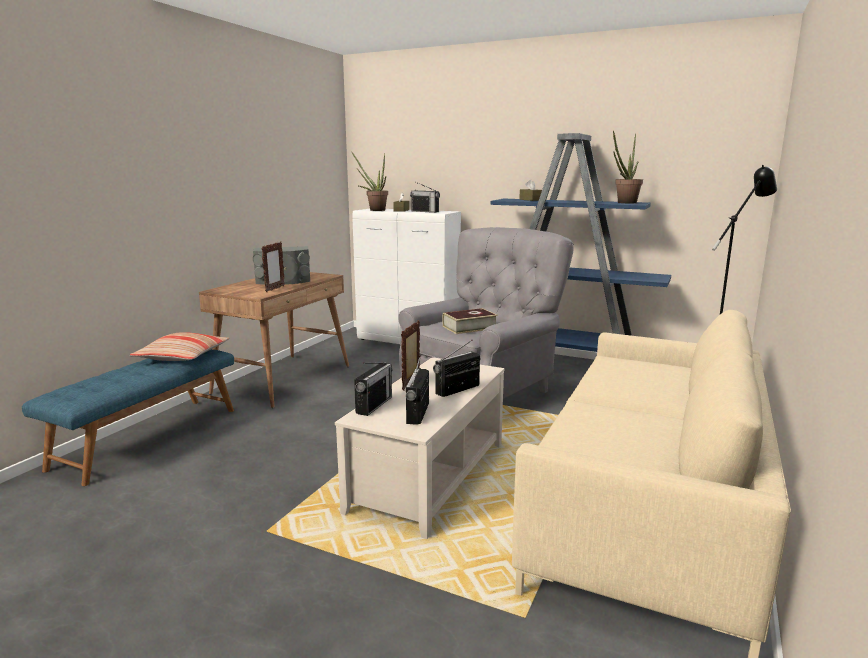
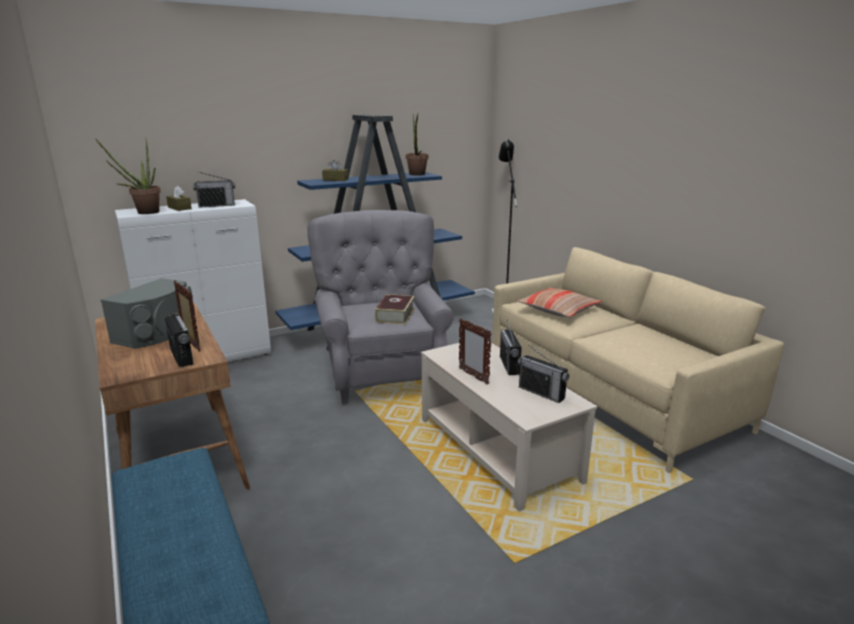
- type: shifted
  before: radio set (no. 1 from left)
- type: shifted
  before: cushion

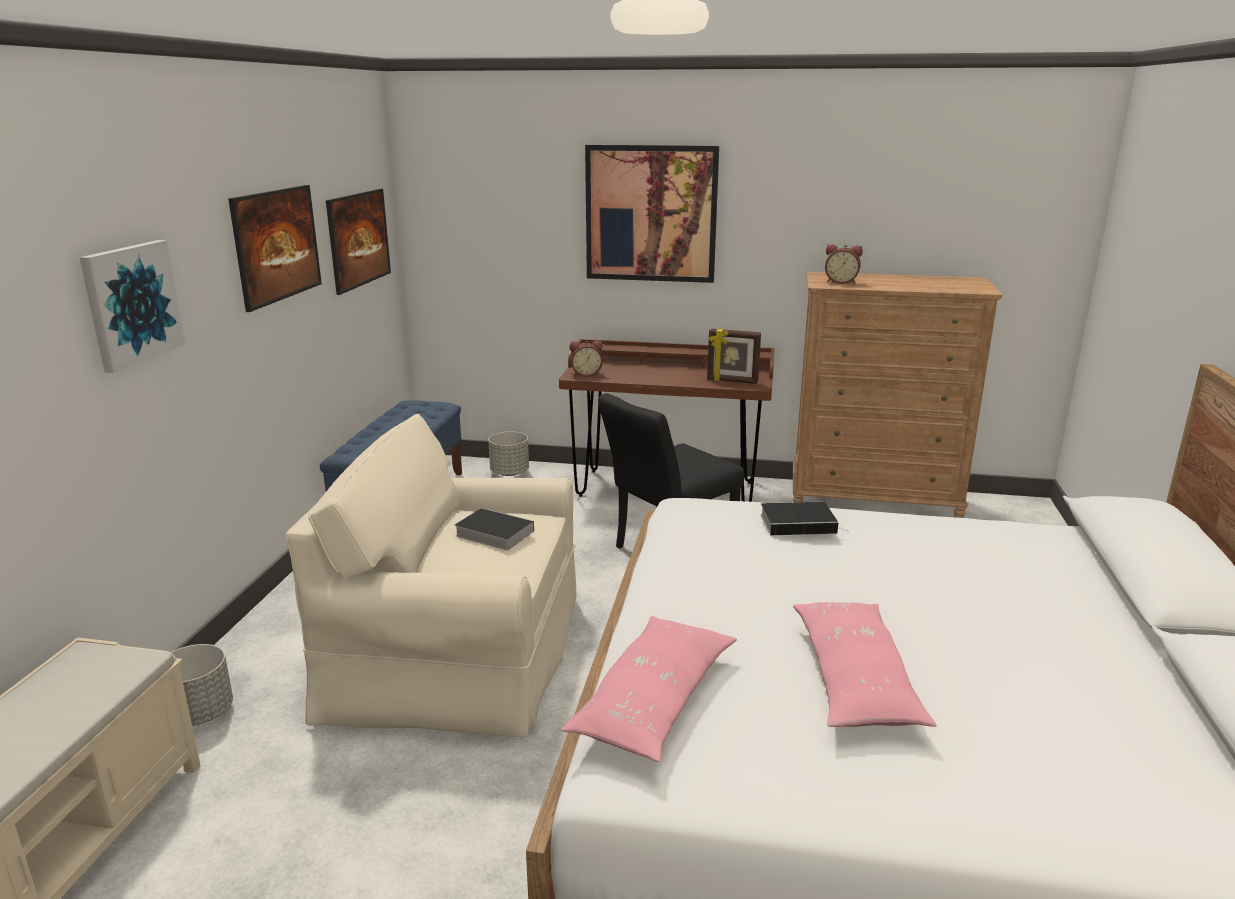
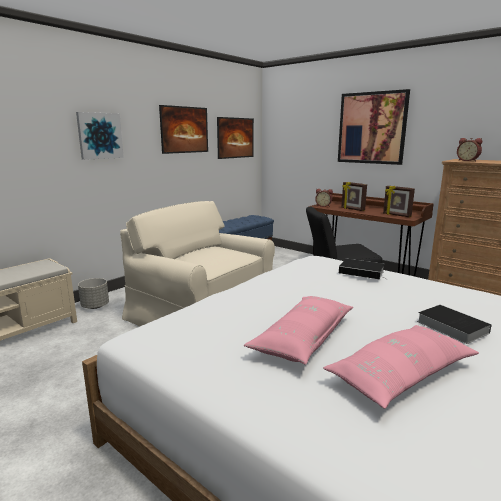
- type: shifted
  before: pinkish cushion (no. 1 from left in the first image)
  after: pinkish cushion (no. 2 from left)
- type: new
  after: standing frame (no. 1 from left)
- type: shifted
  before: volume (no. 1 from left in the first image)
  after: volume (no. 2 from left)
- type: gone
  before: gray plant pot (no. 2 from left)

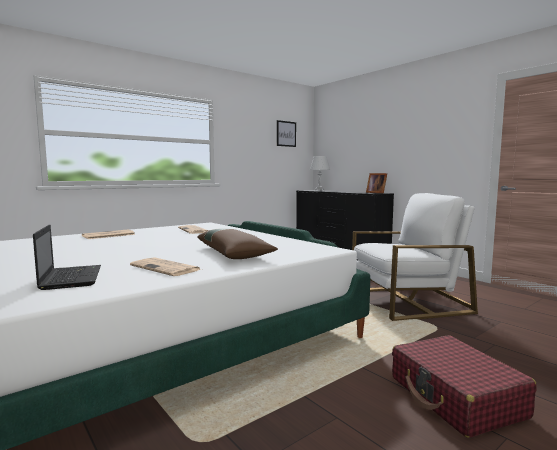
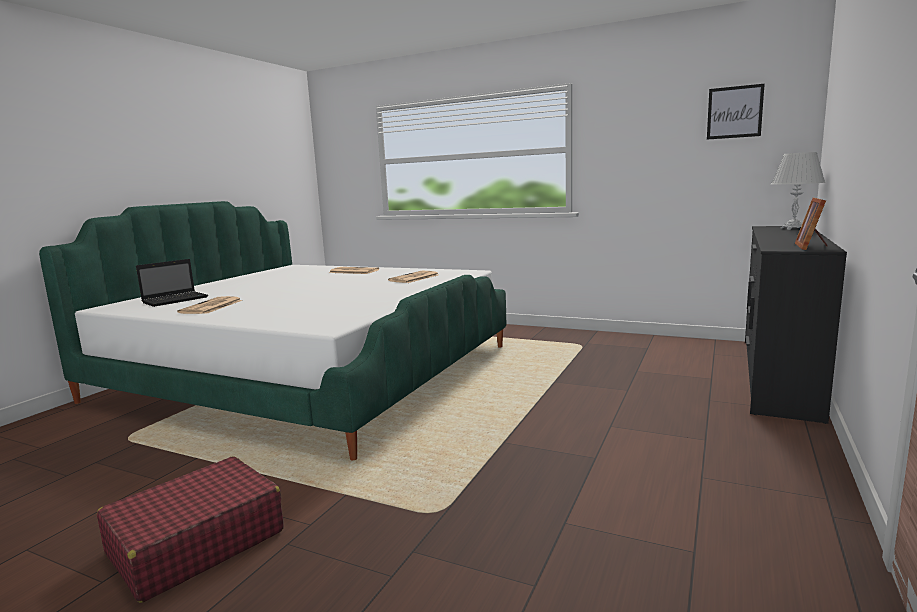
- type: gone
  before: brownish cushion
- type: gone
  before: white easy chair

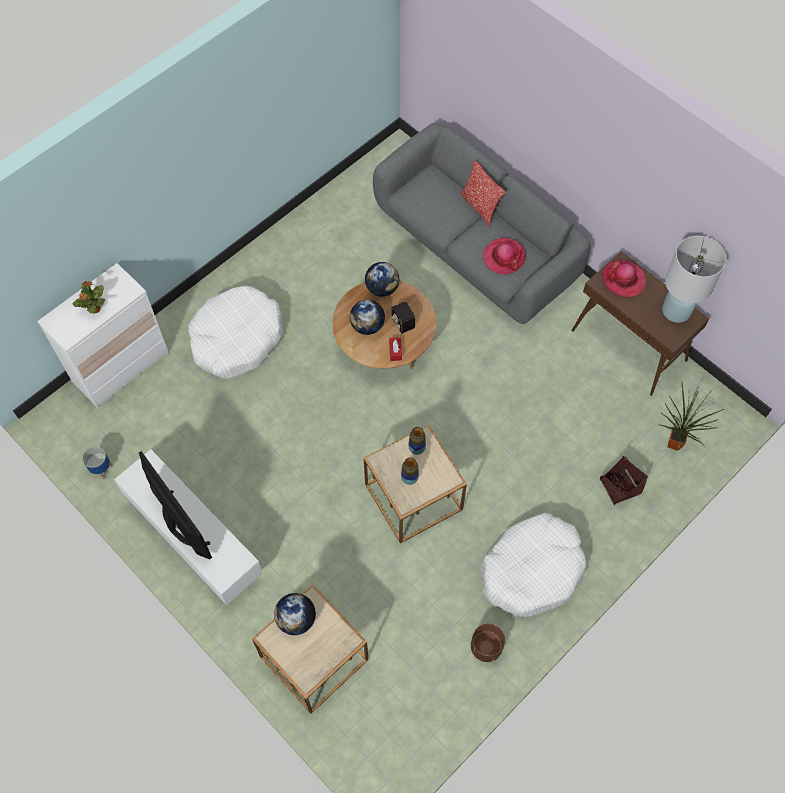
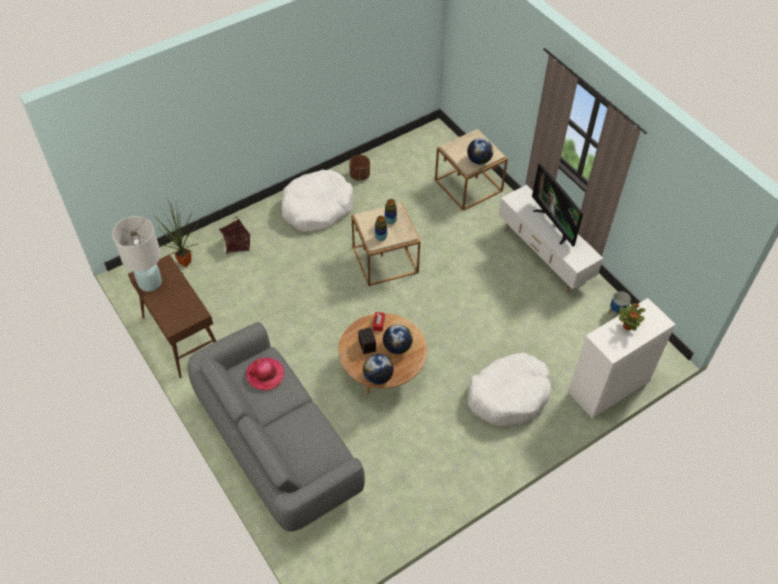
- type: gone
  before: cushion
- type: gone
  before: clothing hat (no. 2 from left)

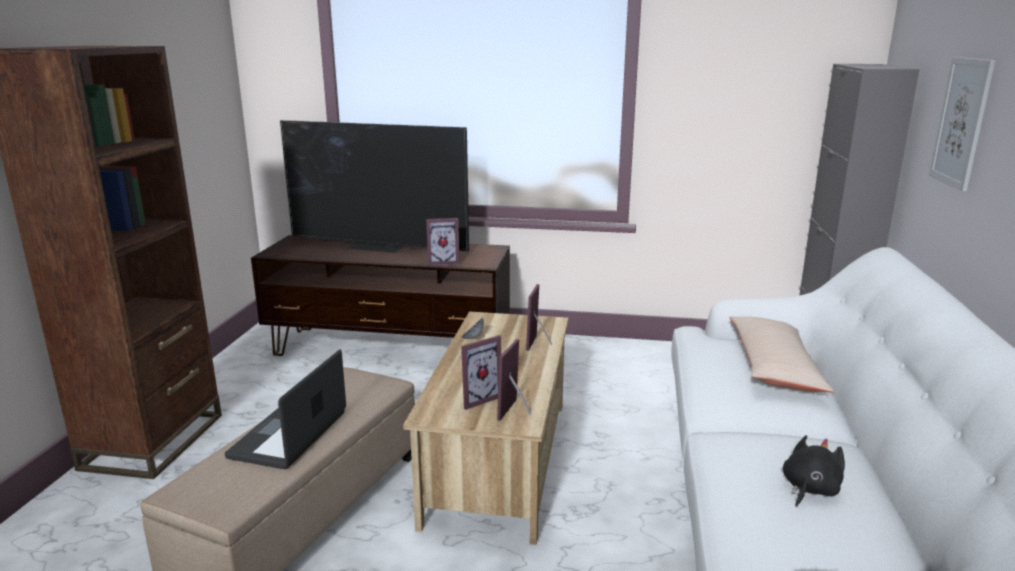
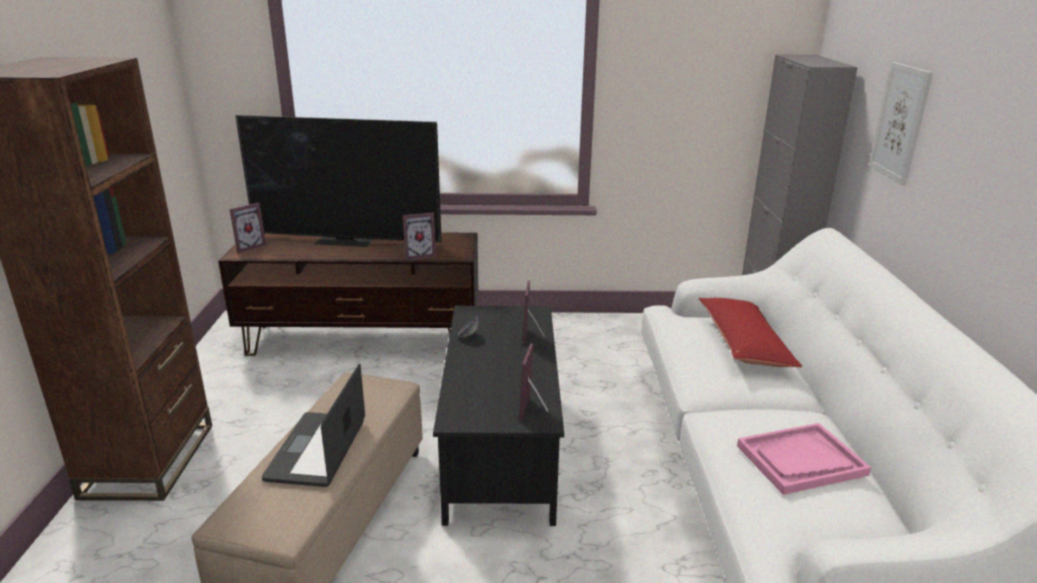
- type: shifted
  before: standing frame (no. 2 from left in the first image)
  after: standing frame (no. 1 from left)
- type: repainted
  before: beige lounge table
  after: blackish lounge table
- type: repainted
  before: beige cushion
  after: red-coloured cushion
- type: swapped
  before: blackish plush toy
  after: pinkish tray

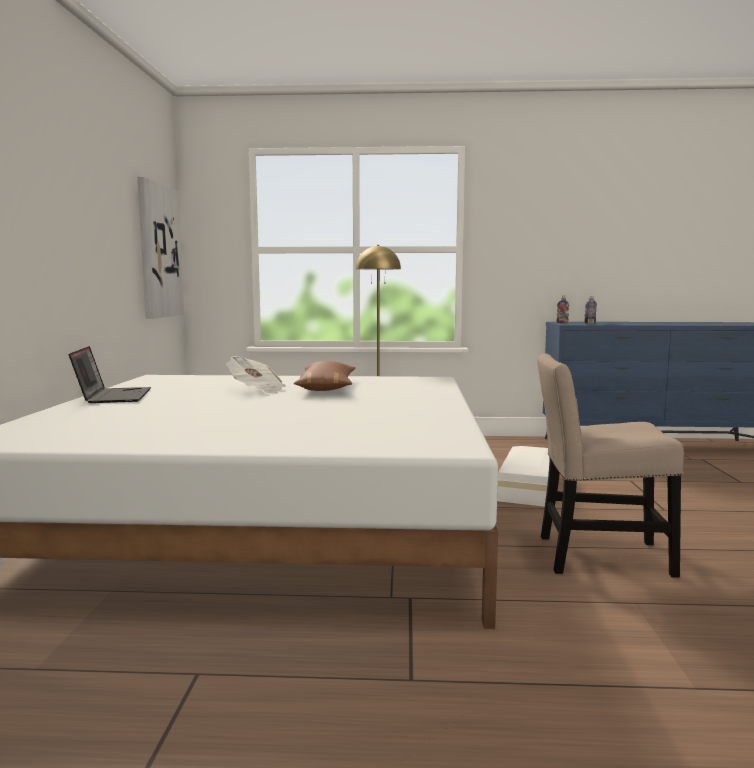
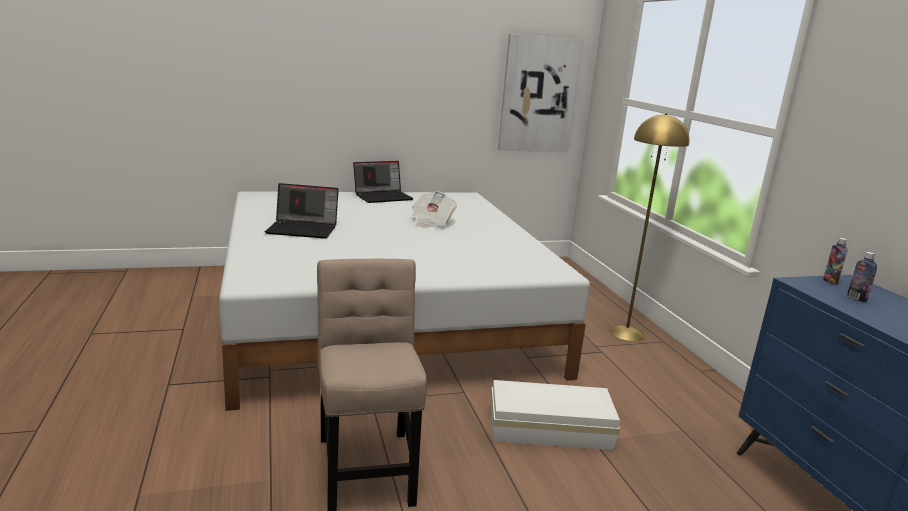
- type: new
  after: portable computer (no. 1 from left)
- type: gone
  before: brownish cushion

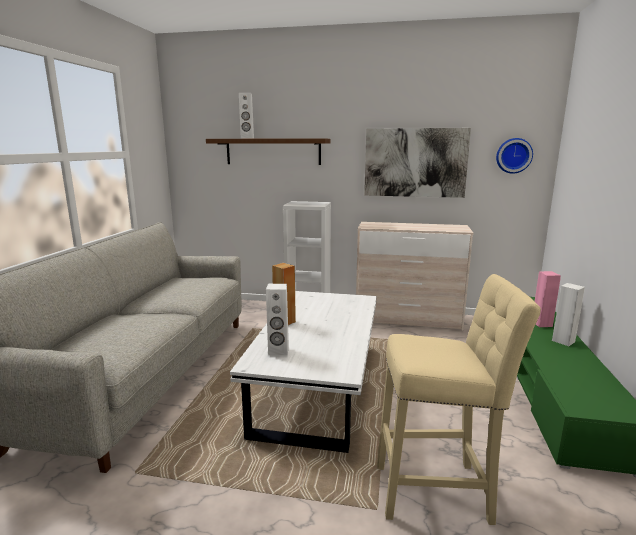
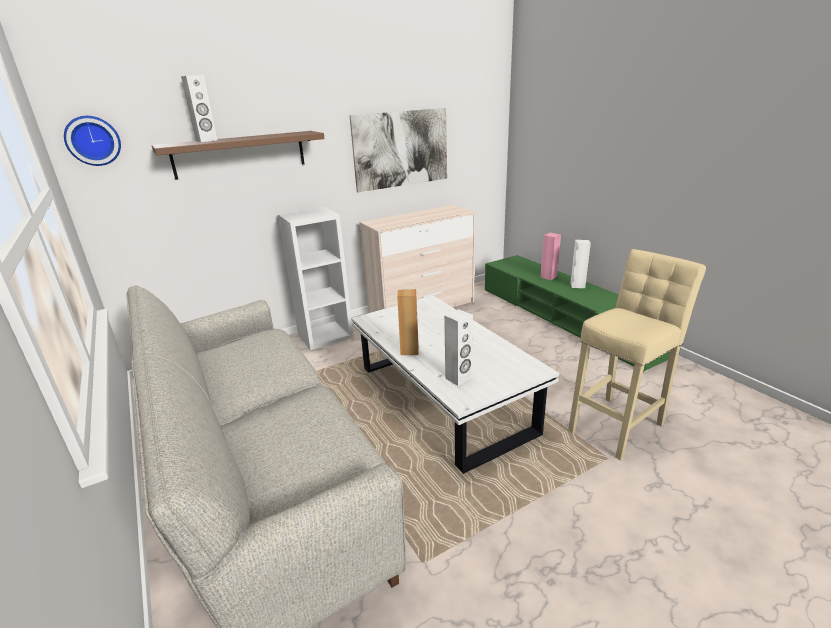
- type: shifted
  before: clock on the wall

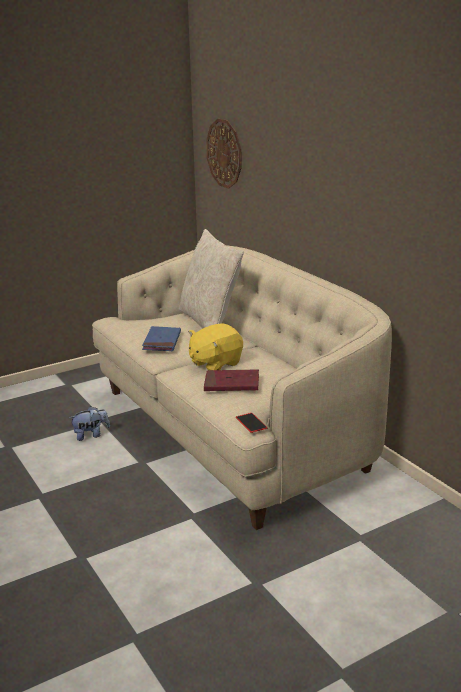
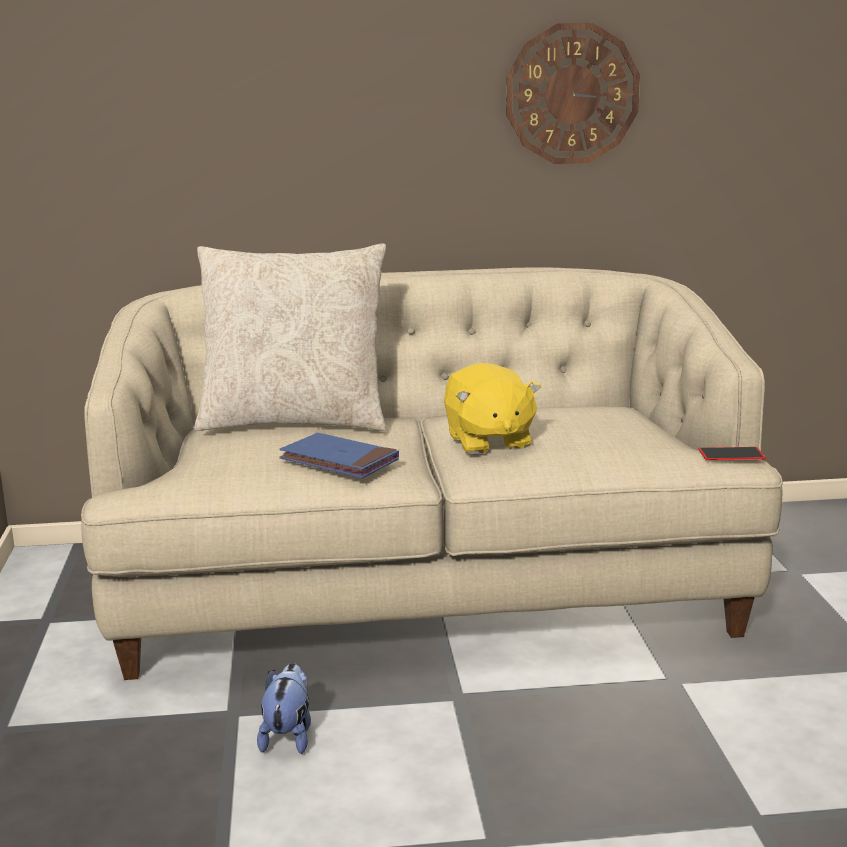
- type: shifted
  before: clock on the wall
- type: gone
  before: red-coloured volume

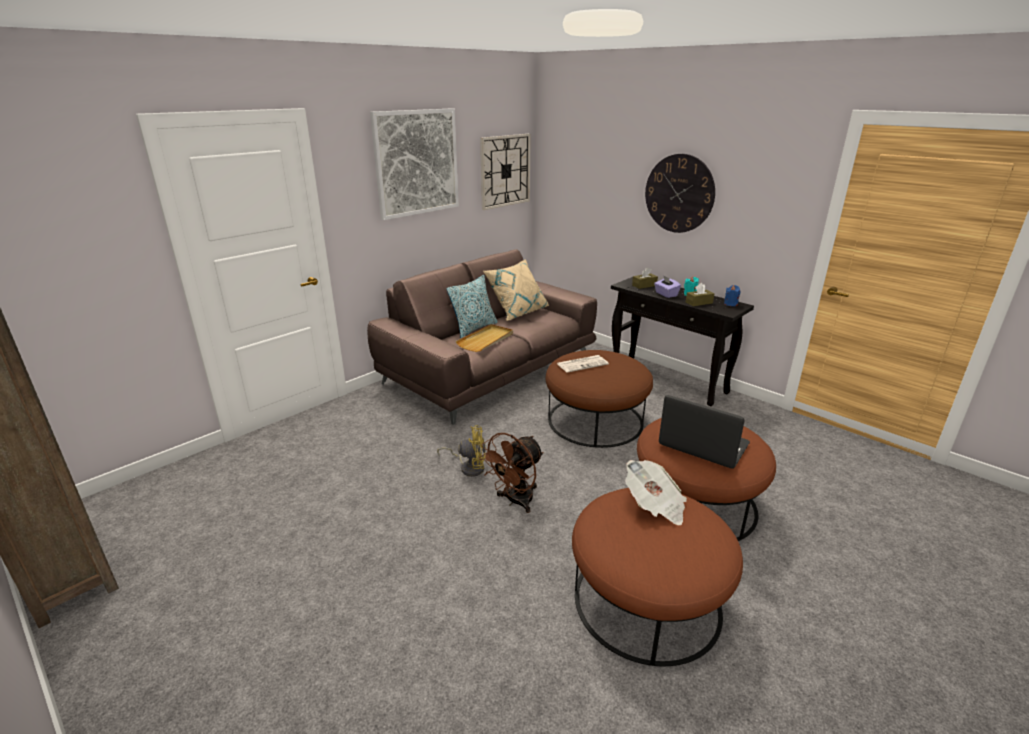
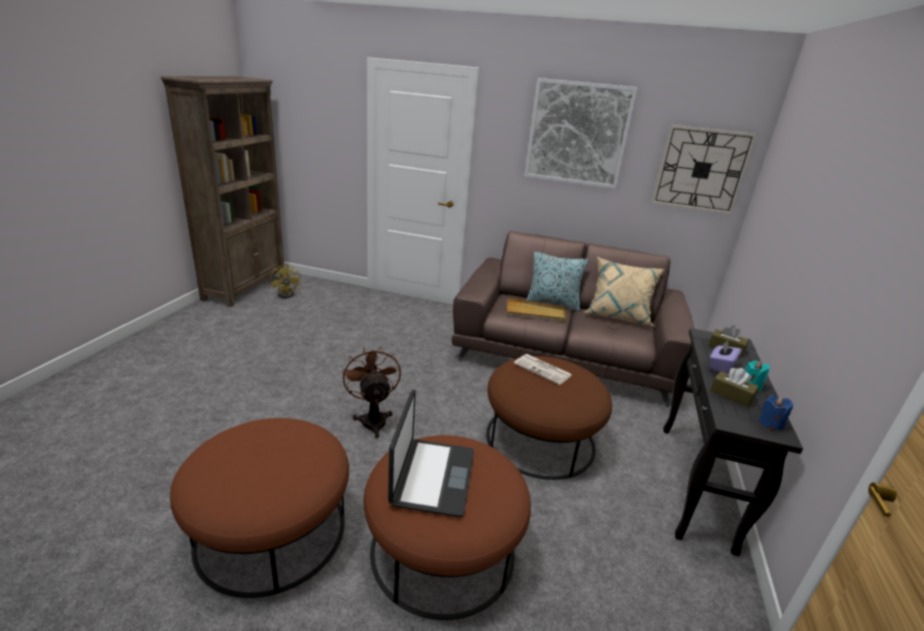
- type: shifted
  before: yellow-coloured cooling fan
- type: rotated
  before: brownish cooling fan
  turn: 60
- type: gone
  before: newspaper (no. 2 from left)
- type: gone
  before: clock on the wall (no. 2 from left)

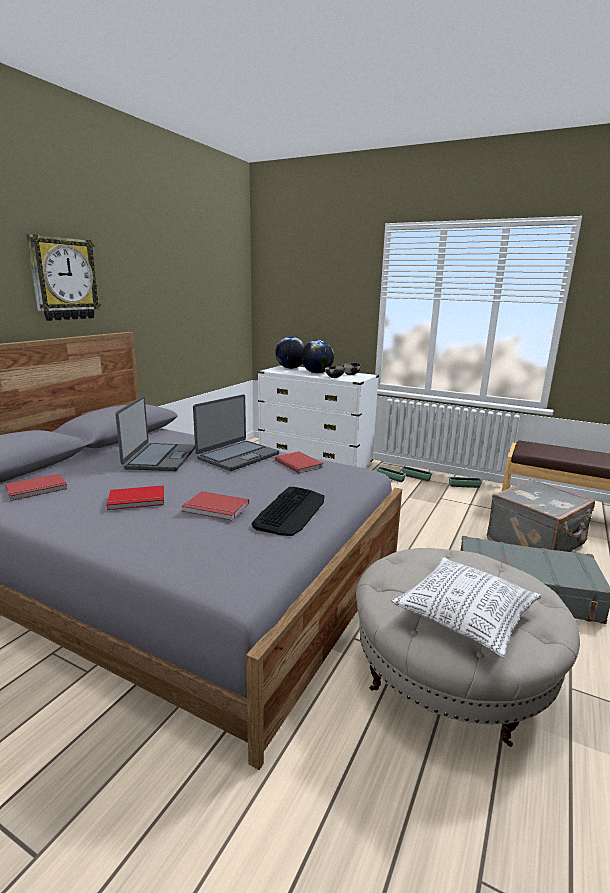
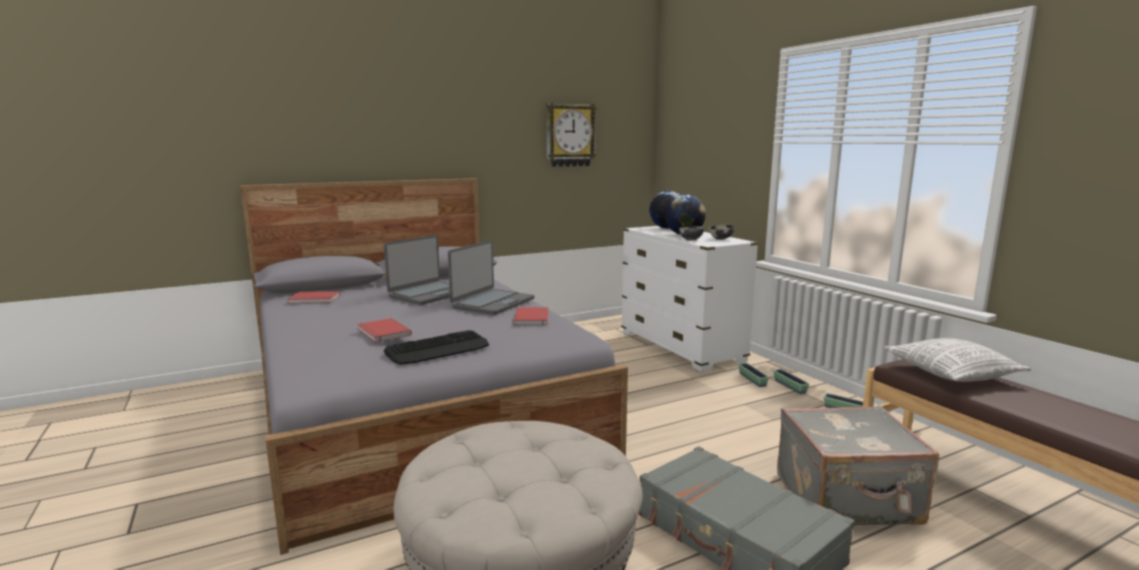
- type: rotated
  before: portable computer (no. 2 from left)
  turn: -45
- type: shifted
  before: clock on the wall
- type: shifted
  before: cushion
- type: gone
  before: red-coloured volume (no. 2 from left)

